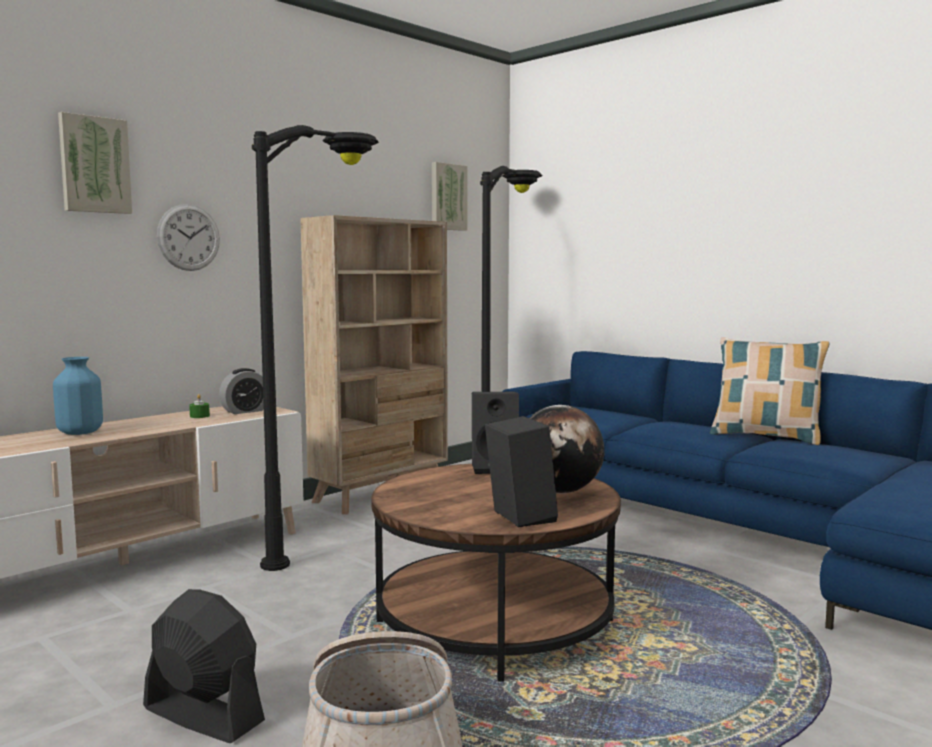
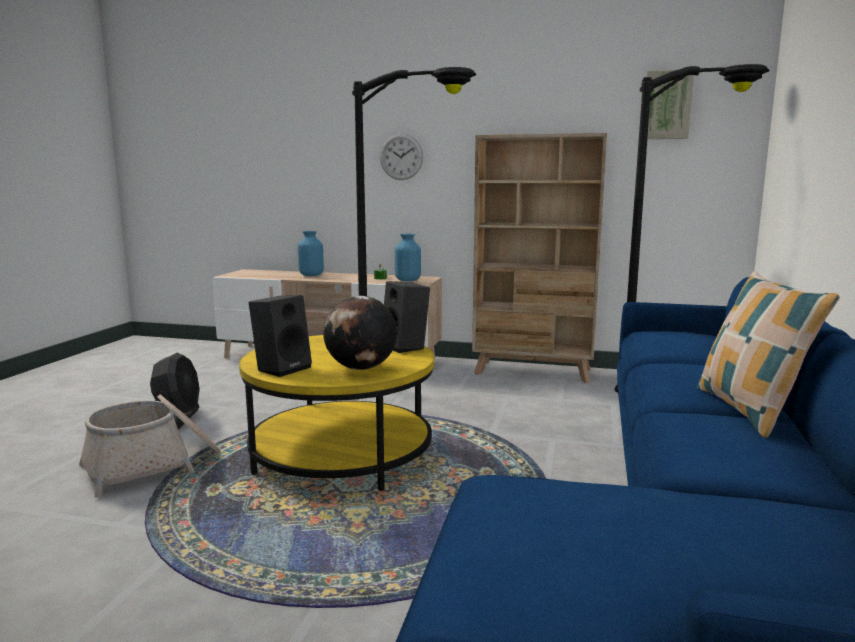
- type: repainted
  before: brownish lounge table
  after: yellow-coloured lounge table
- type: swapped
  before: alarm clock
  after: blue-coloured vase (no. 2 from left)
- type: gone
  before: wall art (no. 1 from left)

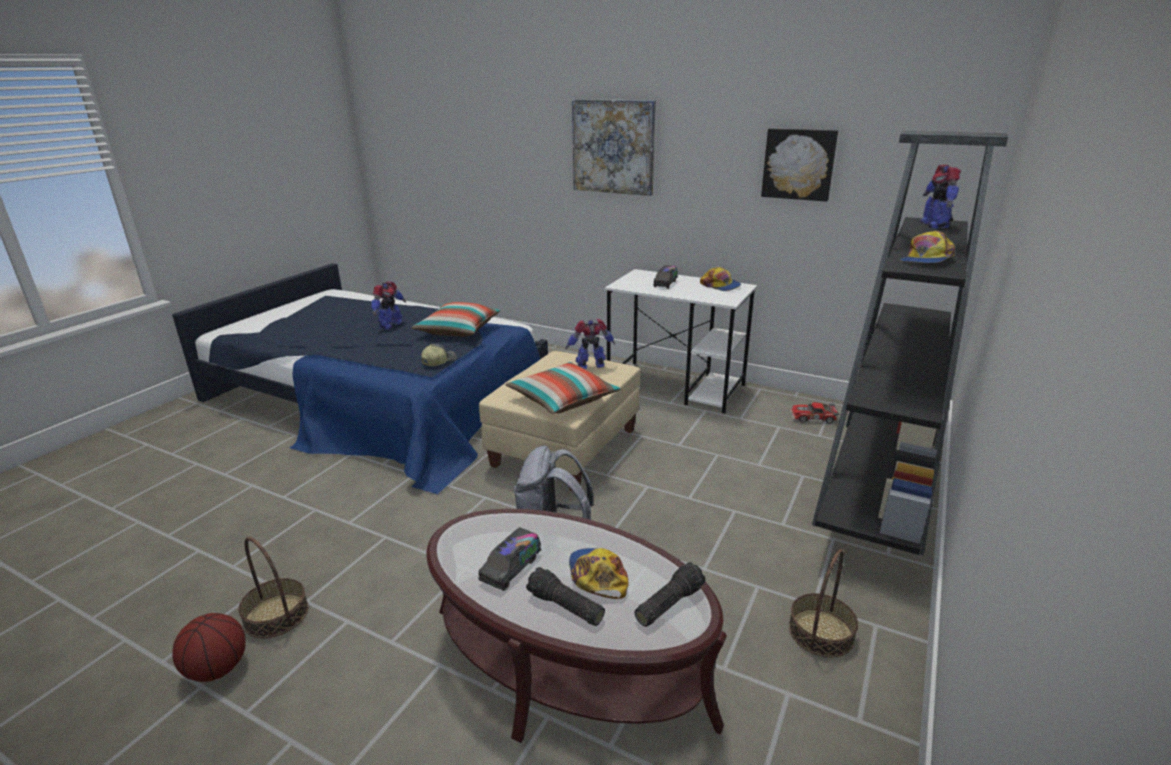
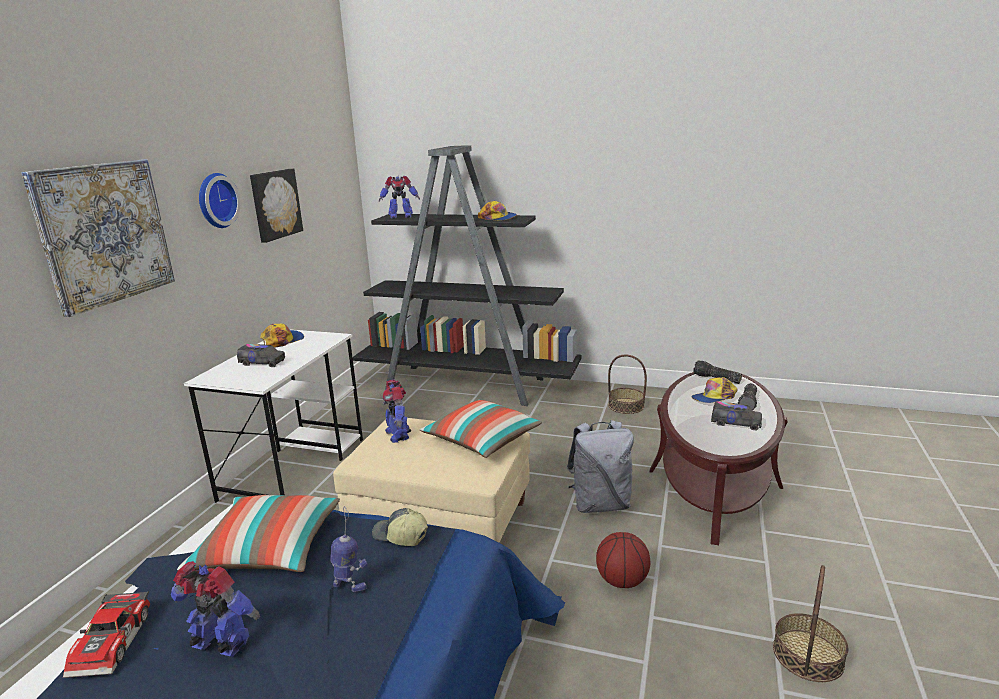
- type: shifted
  before: model car
- type: new
  after: clock on the wall
- type: new
  after: toy robot (no. 2 from left)
- type: shifted
  before: basketball ball

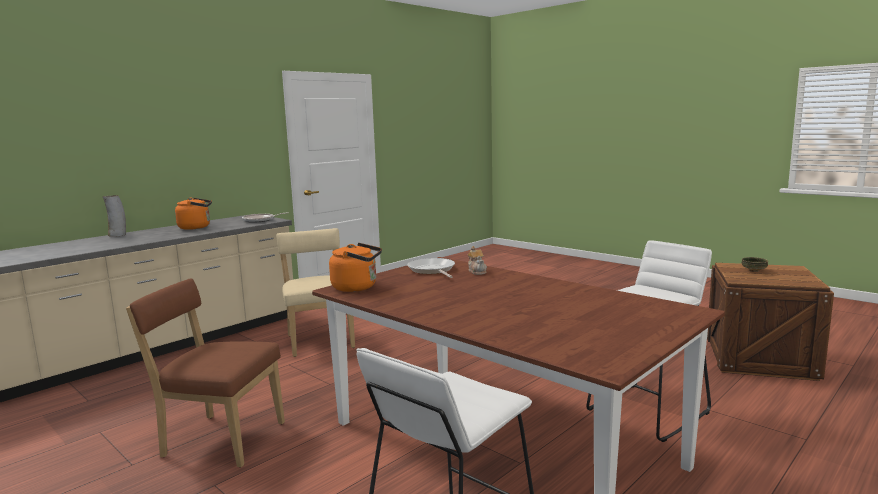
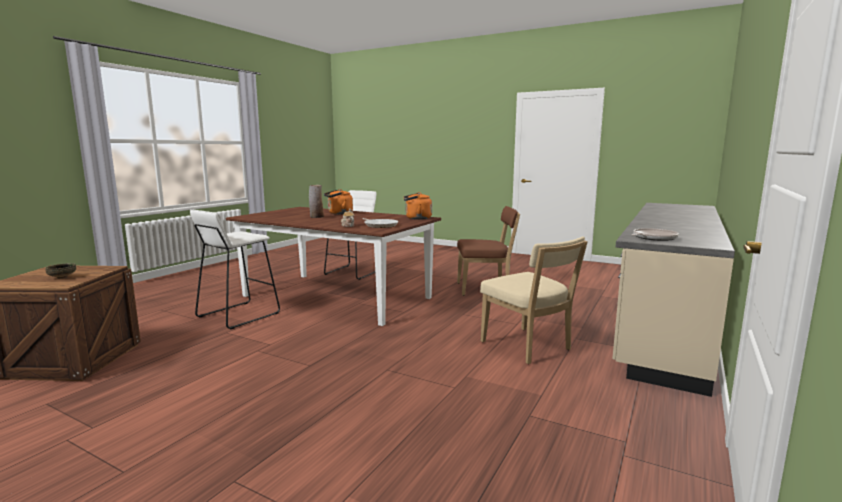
- type: shifted
  before: vase
- type: shifted
  before: orange water kettle (no. 1 from left)

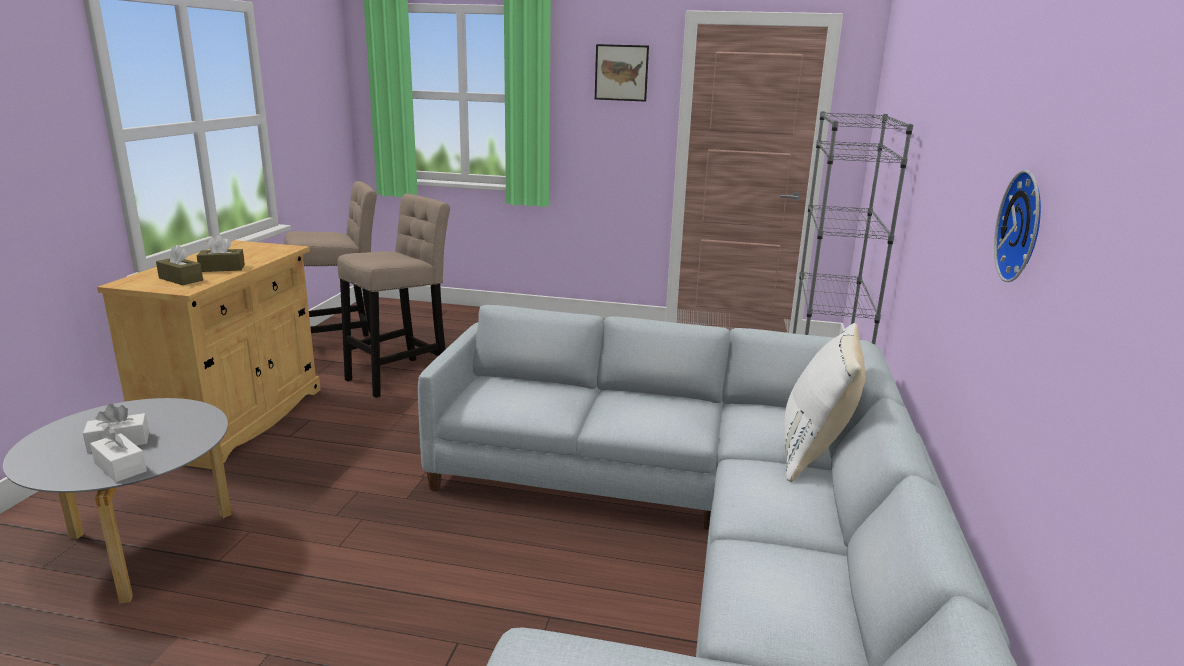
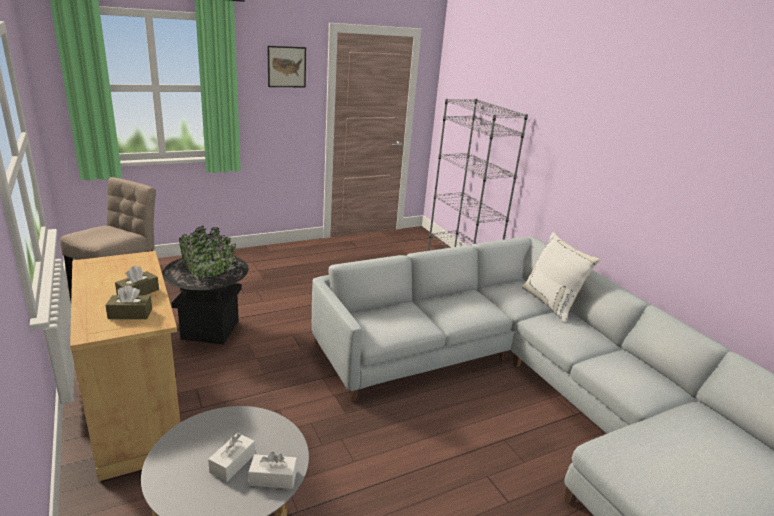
- type: swapped
  before: beige sitting stool (no. 2 from left)
  after: blackish plant pot
- type: gone
  before: clock on the wall

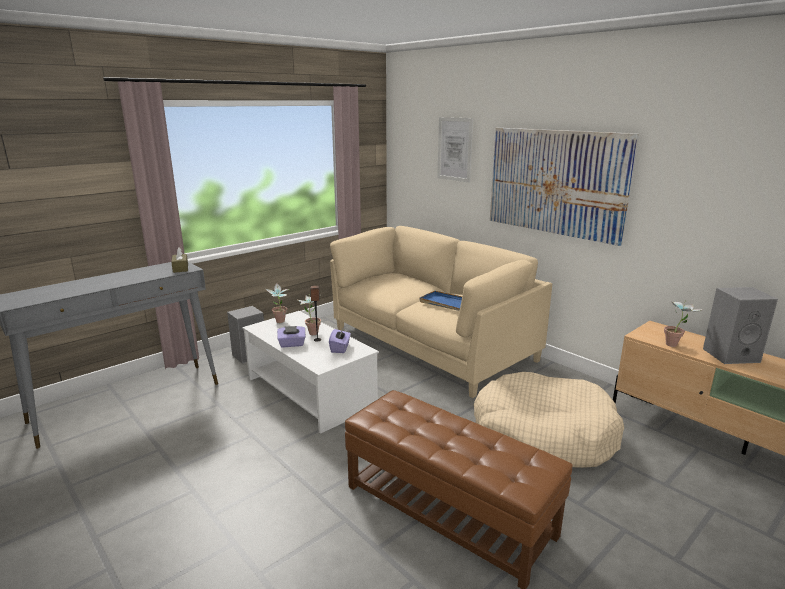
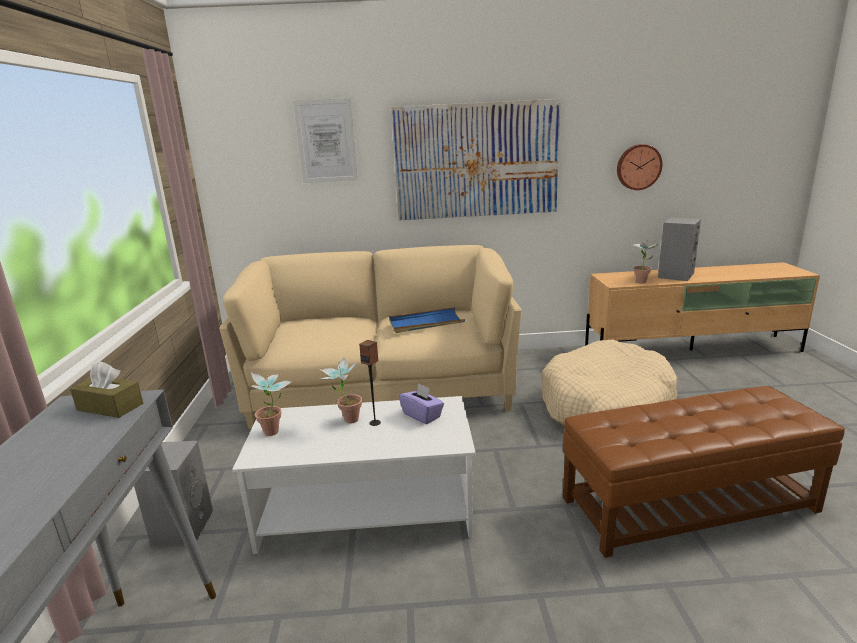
- type: new
  after: clock on the wall
- type: gone
  before: purple tissue box (no. 1 from left)

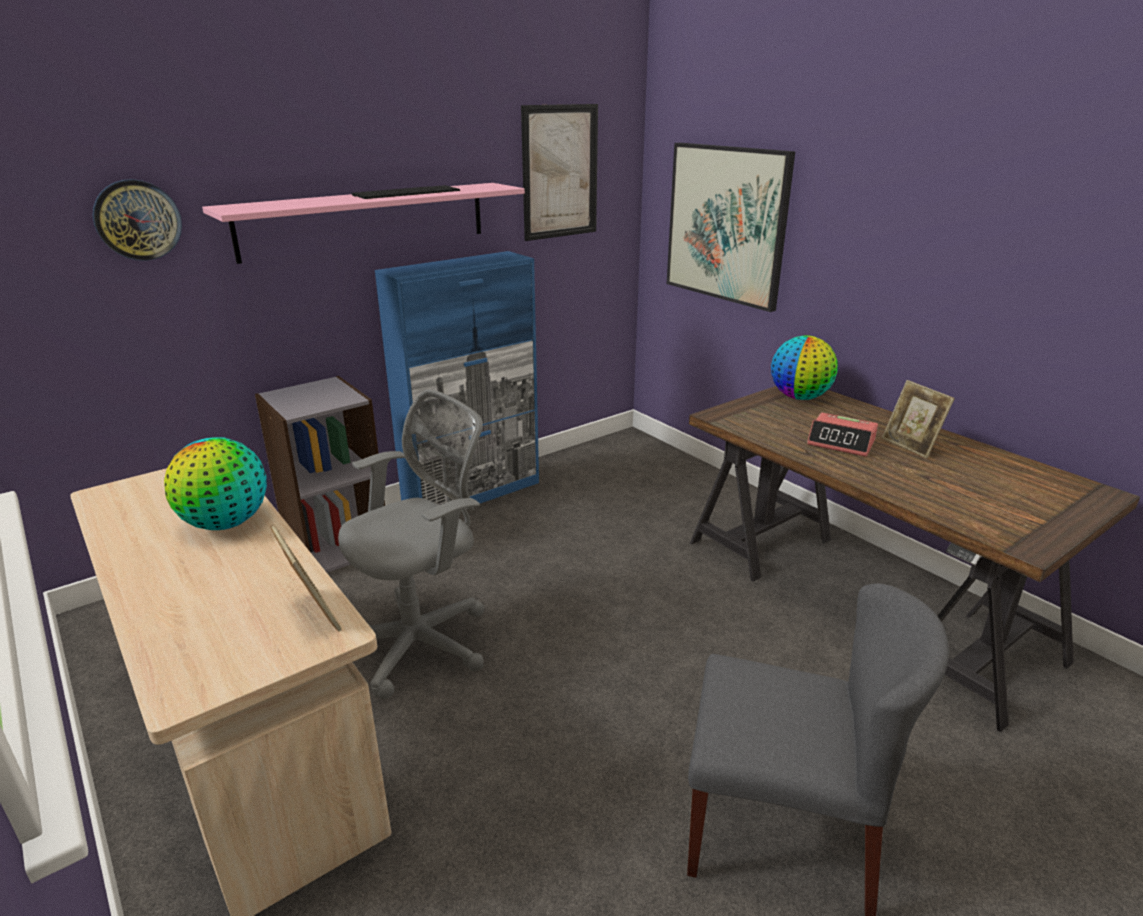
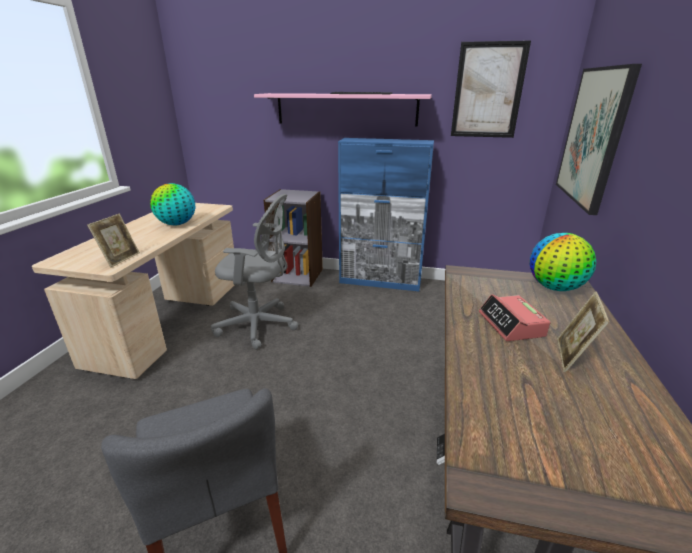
- type: gone
  before: clock on the wall

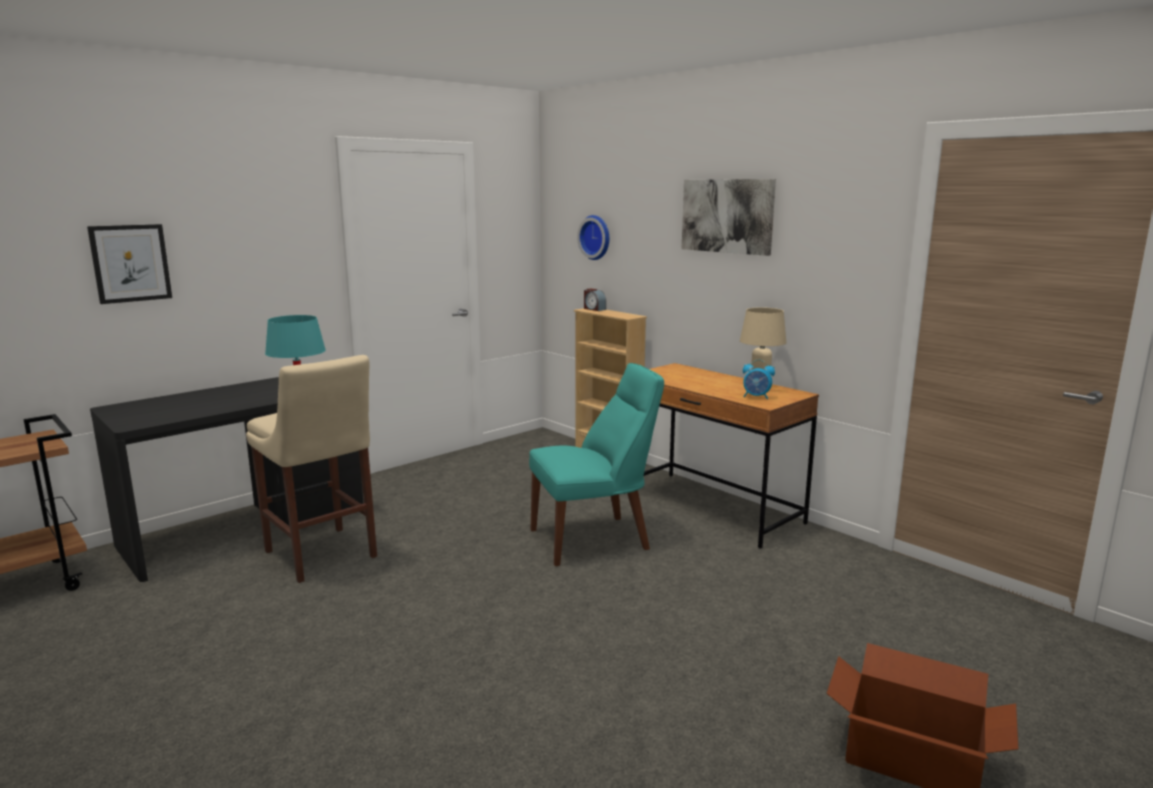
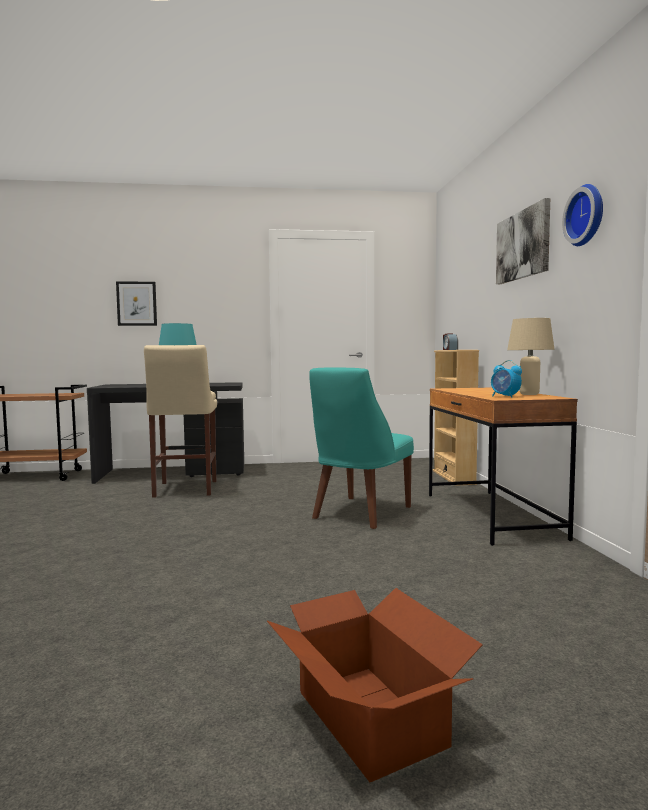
- type: rotated
  before: turquoise chair
  turn: 105
- type: shifted
  before: clock on the wall

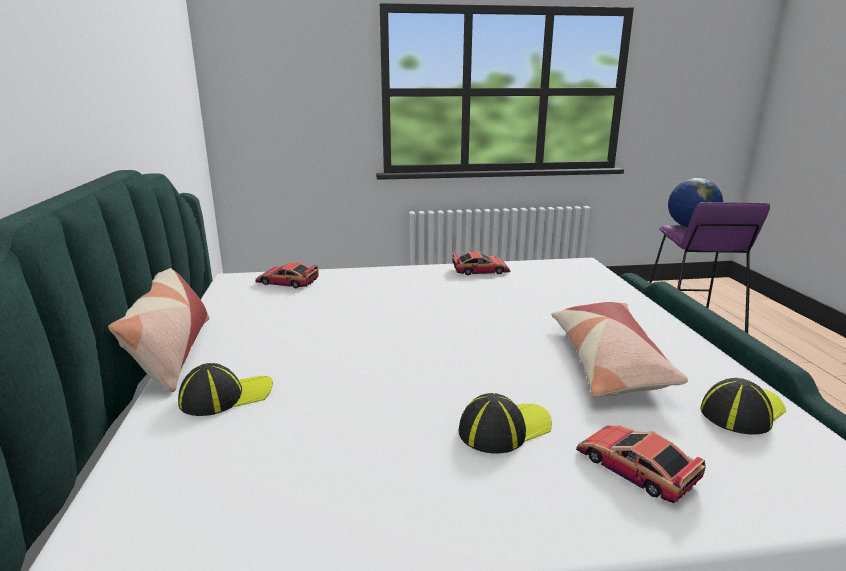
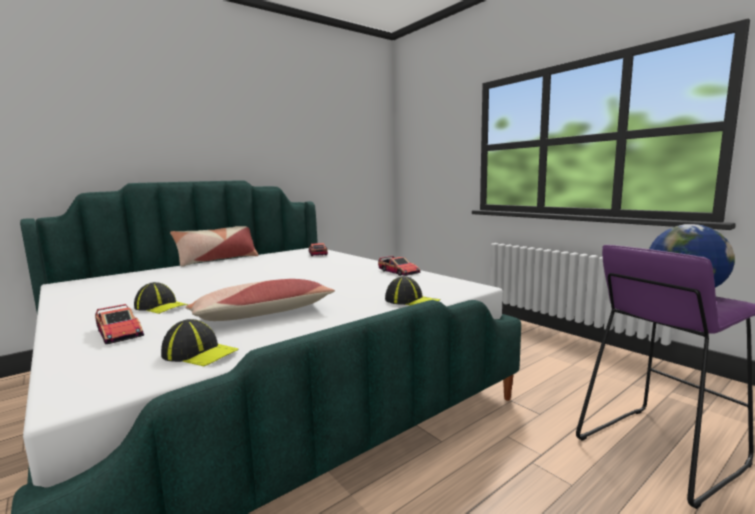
- type: rotated
  before: model car (no. 3 from left in the first image)
  turn: 120
- type: shifted
  before: cap (no. 1 from left in the first image)
  after: cap (no. 3 from left)

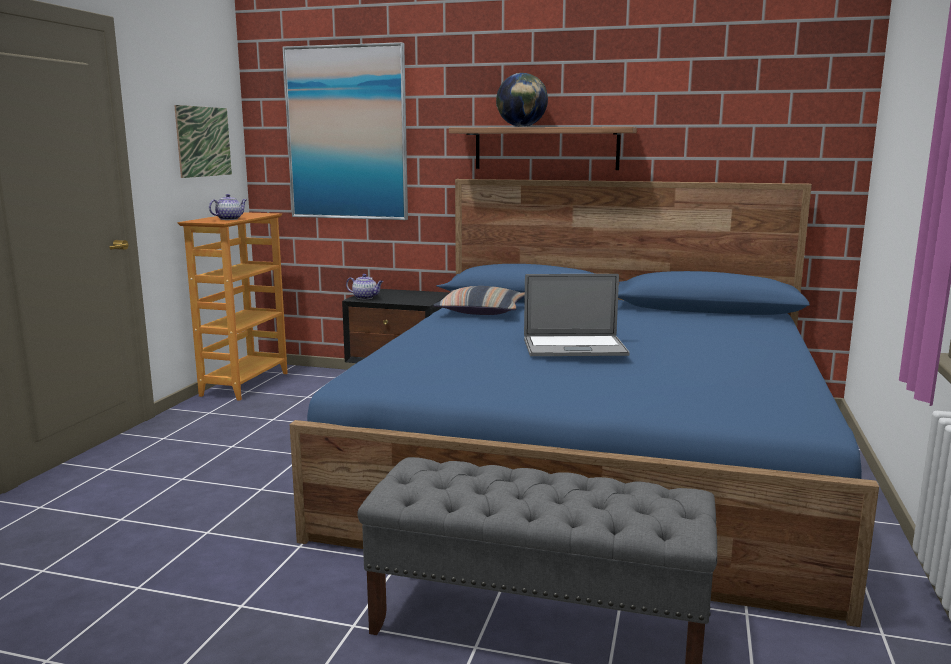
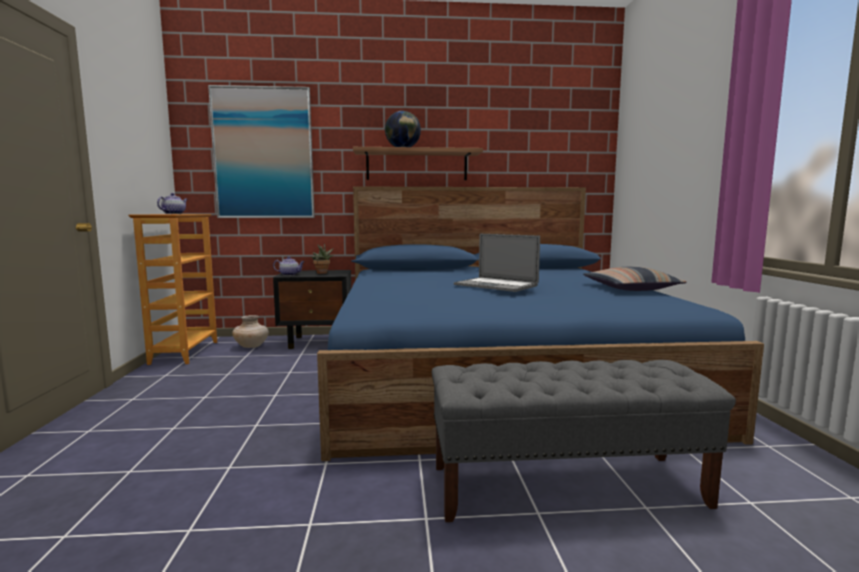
- type: new
  after: beige vase
- type: new
  after: plant in a pot
- type: rotated
  before: portable computer
  turn: 60
- type: shifted
  before: cushion
- type: gone
  before: wall art (no. 1 from left)

